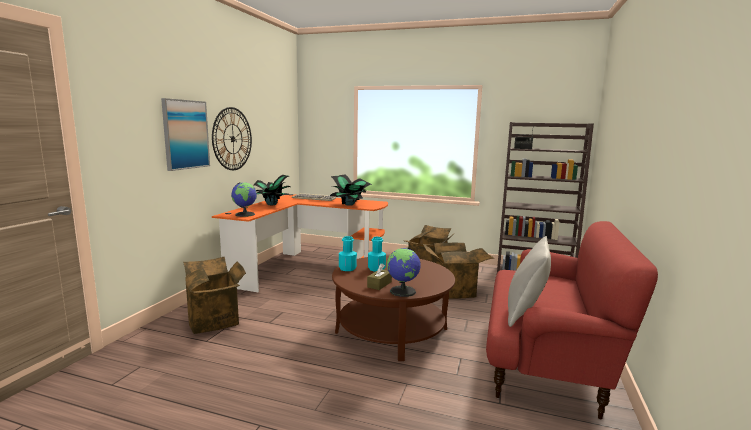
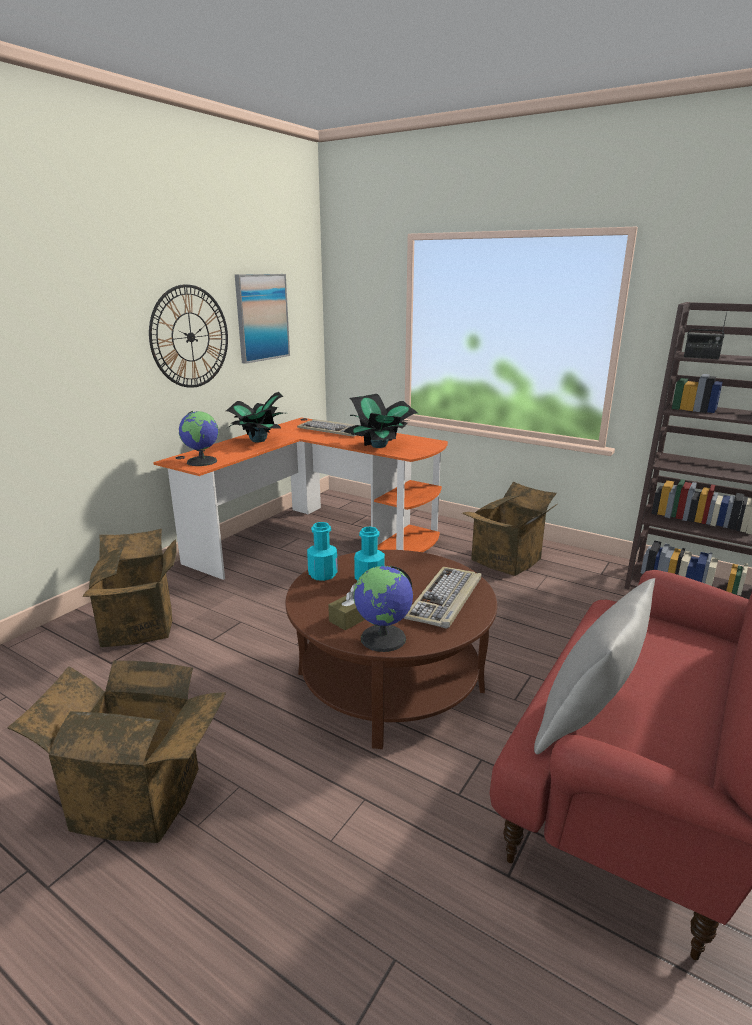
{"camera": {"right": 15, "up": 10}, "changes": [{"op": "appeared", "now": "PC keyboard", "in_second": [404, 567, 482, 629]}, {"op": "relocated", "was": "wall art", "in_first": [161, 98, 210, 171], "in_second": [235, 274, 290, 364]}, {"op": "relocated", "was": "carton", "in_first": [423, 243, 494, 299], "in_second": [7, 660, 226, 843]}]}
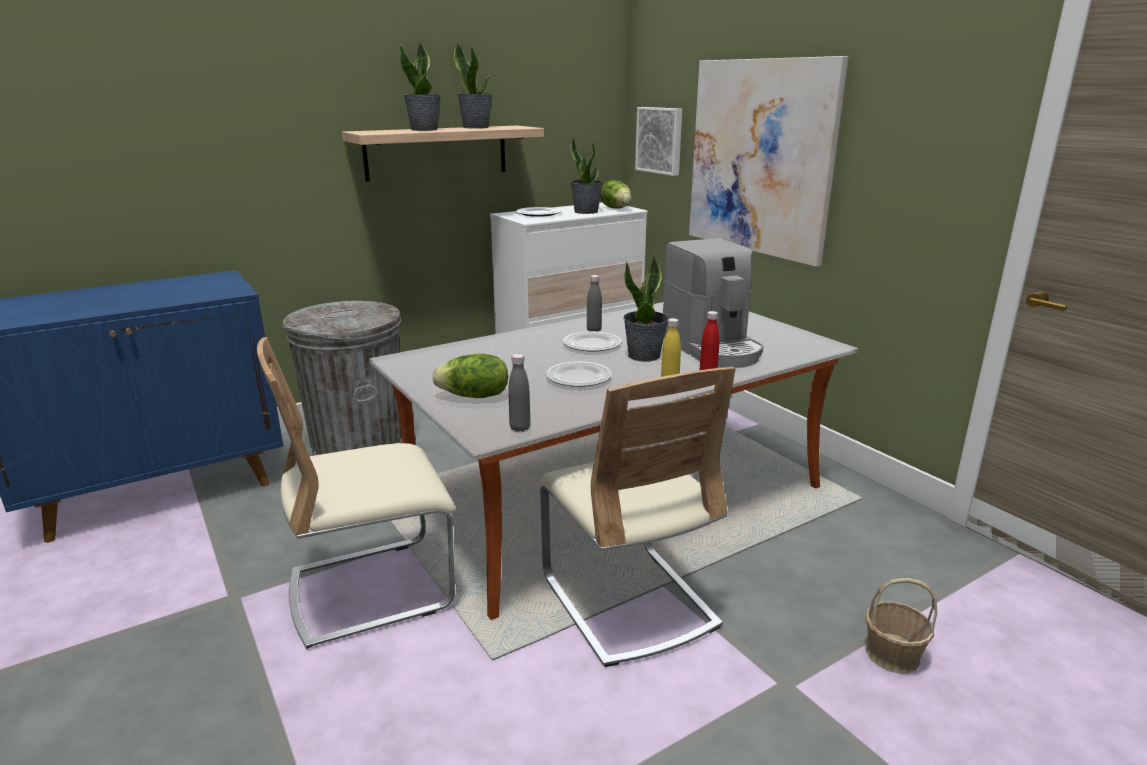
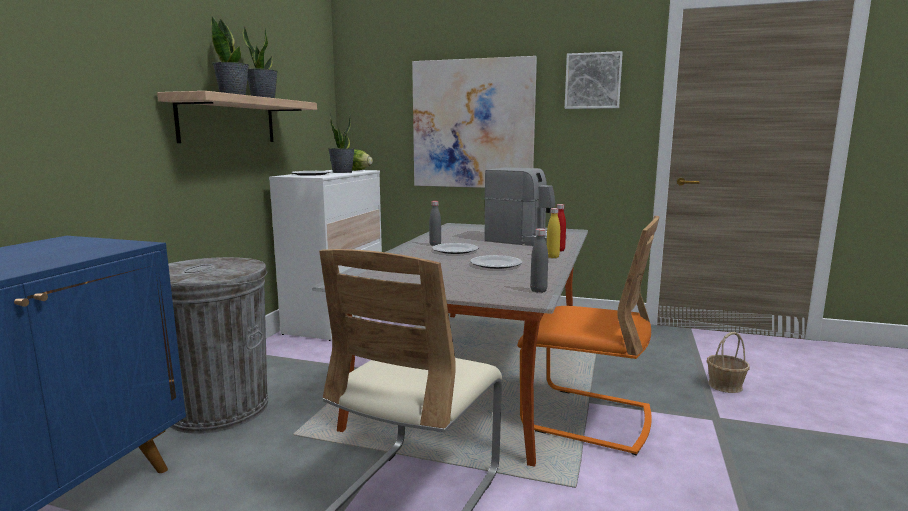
{"camera": {"right": -40, "up": -10}, "changes": [{"op": "missing", "was": "head of lettuce", "in_first": [432, 354, 508, 398]}, {"op": "missing", "was": "houseplant", "in_first": [623, 255, 669, 361]}, {"op": "relocated", "was": "wall art", "in_first": [635, 107, 682, 176], "in_second": [565, 51, 623, 109]}, {"op": "colour", "was": "beige-coloured plain chair", "now": "orange plain chair", "in_first": [540, 367, 736, 667], "in_second": [517, 216, 660, 456]}]}
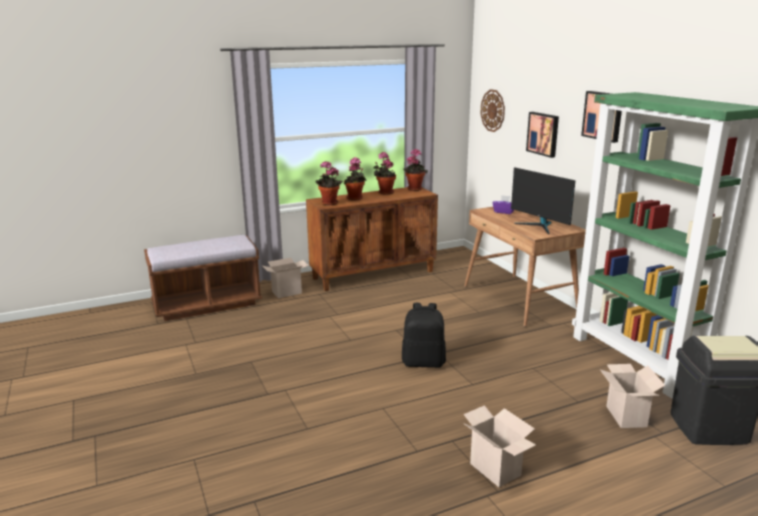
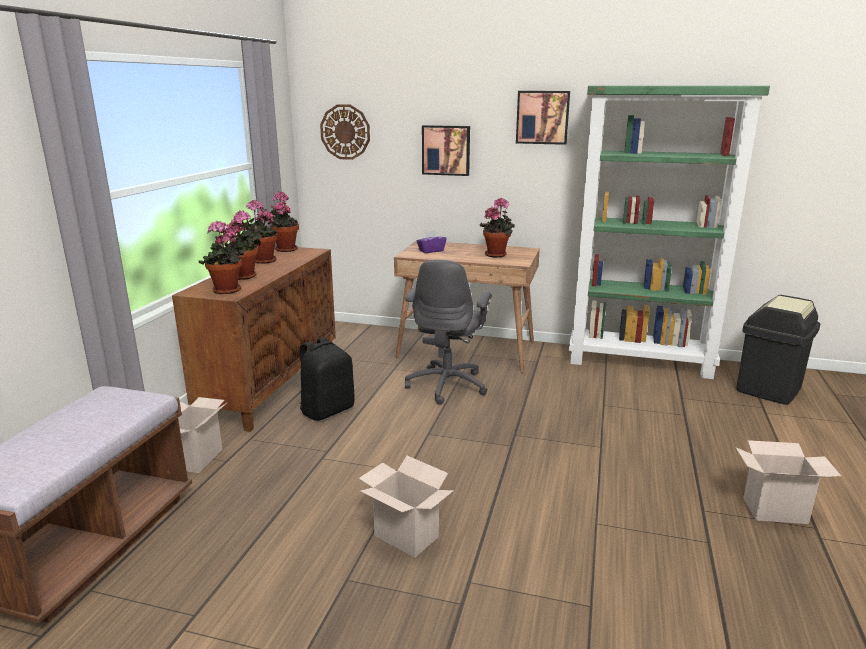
{"camera": {"right": -50, "up": 0}, "changes": [{"op": "appeared", "now": "greyish computer chair", "in_second": [405, 260, 492, 405]}, {"op": "relocated", "was": "black knapsack", "in_first": [402, 303, 446, 368], "in_second": [299, 337, 355, 421]}, {"op": "relocated", "was": "carton", "in_first": [600, 364, 665, 428], "in_second": [359, 456, 454, 558]}, {"op": "exchanged", "was": "computer display", "now": "houseplant", "in_first": [511, 167, 576, 234], "in_second": [480, 198, 515, 257]}]}
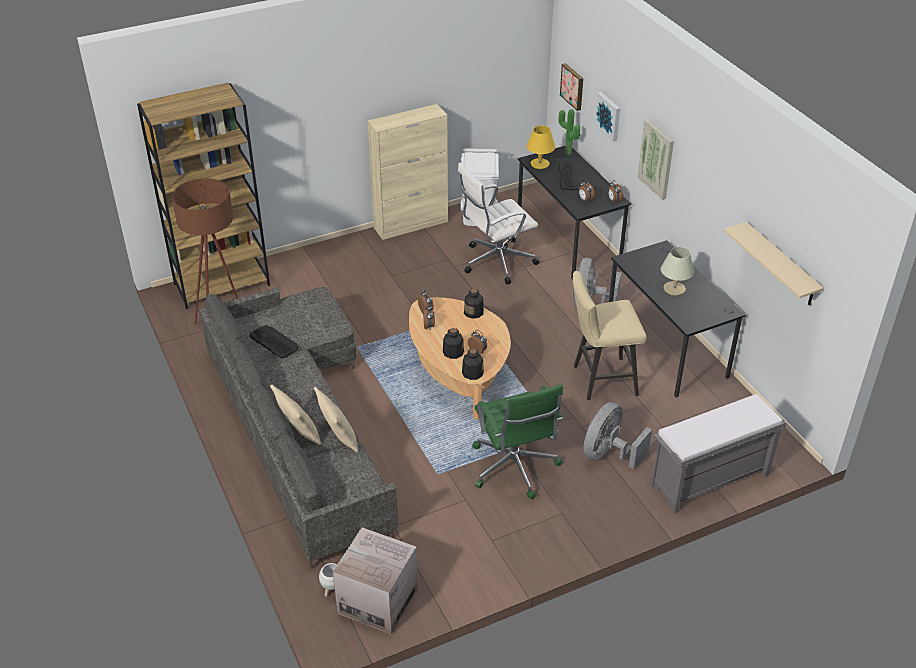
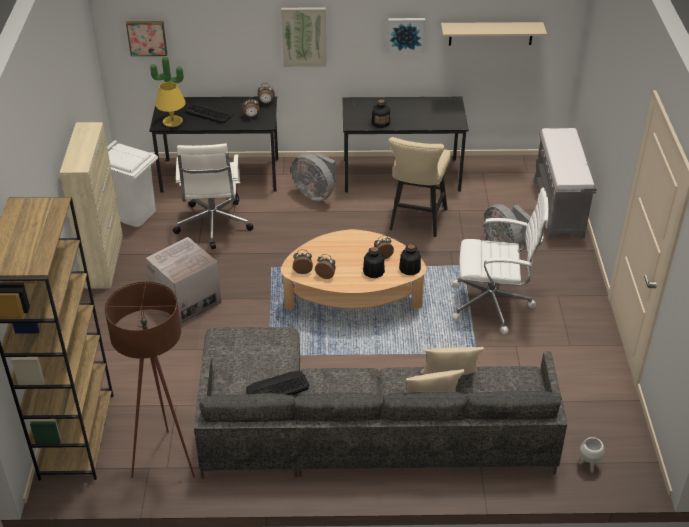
{"camera": {"right": -65, "up": 0}, "changes": [{"op": "missing", "was": "beige-coloured tabletop lamp", "in_first": [661, 247, 694, 296]}, {"op": "relocated", "was": "carton", "in_first": [333, 527, 418, 634], "in_second": [146, 237, 221, 325]}, {"op": "relocated", "was": "drink bottle", "in_first": [464, 289, 484, 319], "in_second": [371, 99, 390, 128]}, {"op": "relocated", "was": "wall art", "in_first": [594, 92, 620, 142], "in_second": [387, 18, 425, 53]}, {"op": "colour", "was": "green computer chair", "now": "whitish computer chair", "in_first": [472, 384, 563, 499], "in_second": [452, 188, 549, 334]}]}
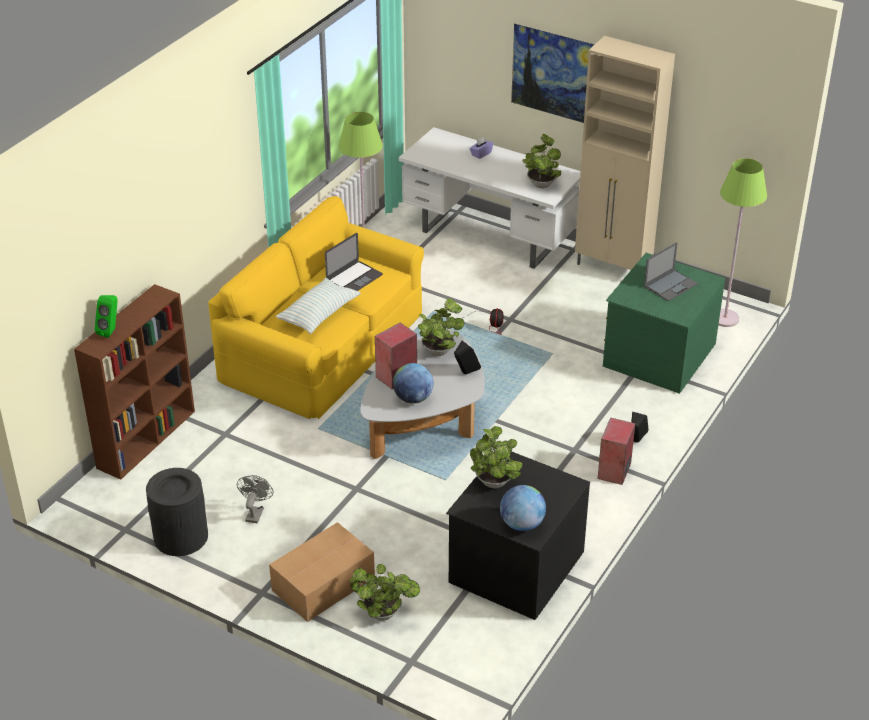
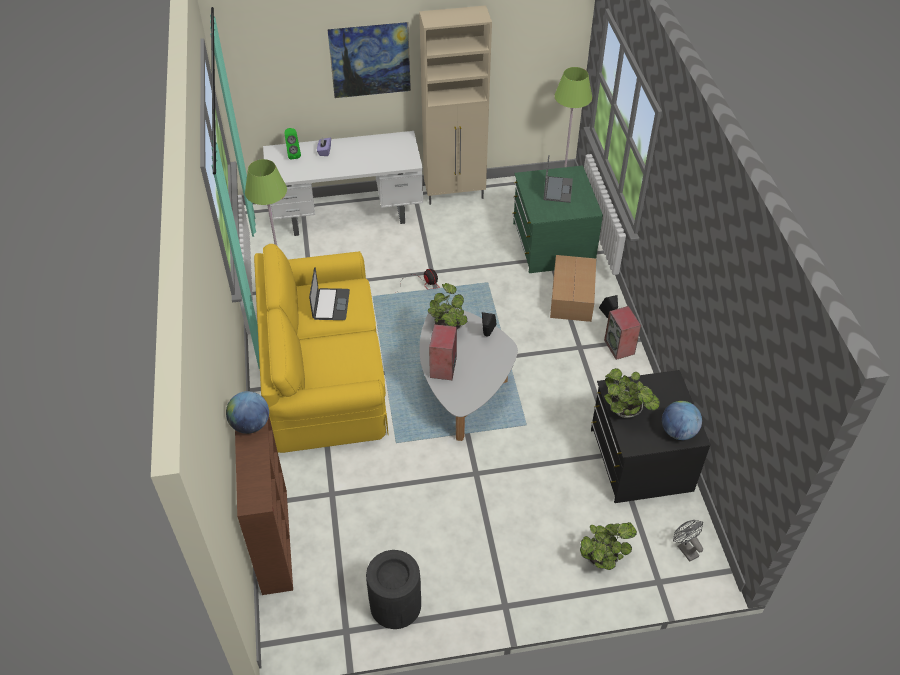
{"camera": {"right": -40, "up": 10}, "changes": [{"op": "missing", "was": "pillow", "in_first": [276, 278, 361, 334]}, {"op": "missing", "was": "houseplant", "in_first": [522, 134, 561, 188]}, {"op": "relocated", "was": "green loudspeaker", "in_first": [95, 295, 118, 338], "in_second": [285, 128, 301, 160]}, {"op": "relocated", "was": "greyish electric fan", "in_first": [237, 475, 273, 523], "in_second": [673, 520, 703, 562]}, {"op": "relocated", "was": "carton", "in_first": [269, 522, 375, 622], "in_second": [550, 255, 596, 322]}, {"op": "relocated", "was": "world globe", "in_first": [393, 363, 433, 404], "in_second": [226, 391, 269, 434]}]}
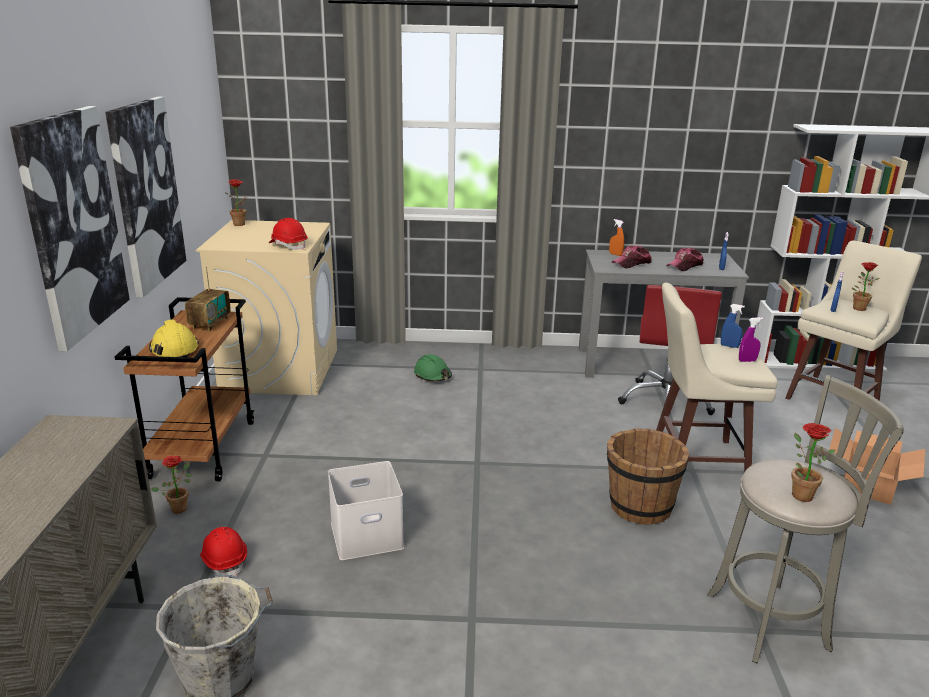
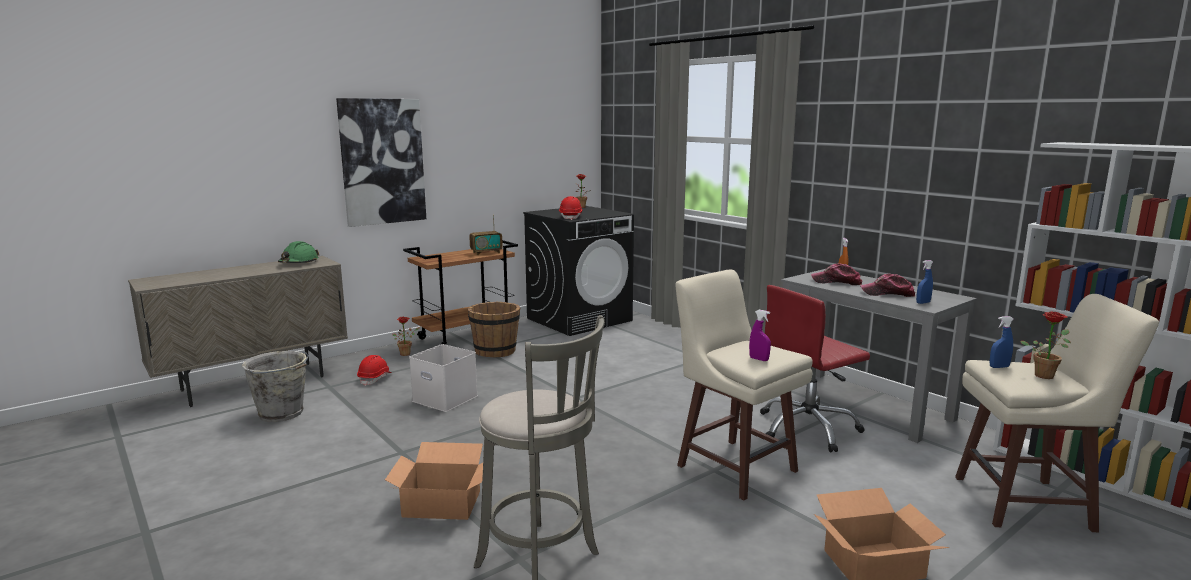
{"camera": {"right": 50, "up": -10}, "changes": [{"op": "missing", "was": "wall art", "in_first": [105, 97, 186, 298]}, {"op": "missing", "was": "yellow hard hat", "in_first": [149, 320, 199, 357]}, {"op": "missing", "was": "bluish spray bottle", "in_first": [721, 304, 745, 348]}, {"op": "missing", "was": "houseplant", "in_first": [791, 423, 836, 502]}, {"op": "appeared", "now": "carton", "in_second": [385, 442, 483, 520]}, {"op": "relocated", "was": "green hard hat", "in_first": [414, 354, 452, 382], "in_second": [278, 241, 319, 263]}, {"op": "relocated", "was": "brownish water bucket", "in_first": [607, 428, 690, 525], "in_second": [468, 302, 520, 357]}, {"op": "colour", "was": "beige-coloured laundry machine", "now": "black laundry machine", "in_first": [196, 220, 337, 395], "in_second": [523, 206, 634, 336]}]}
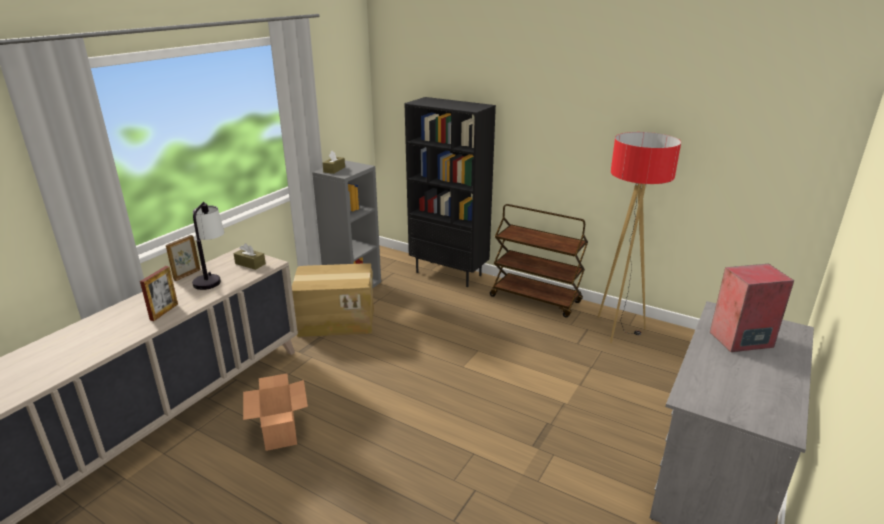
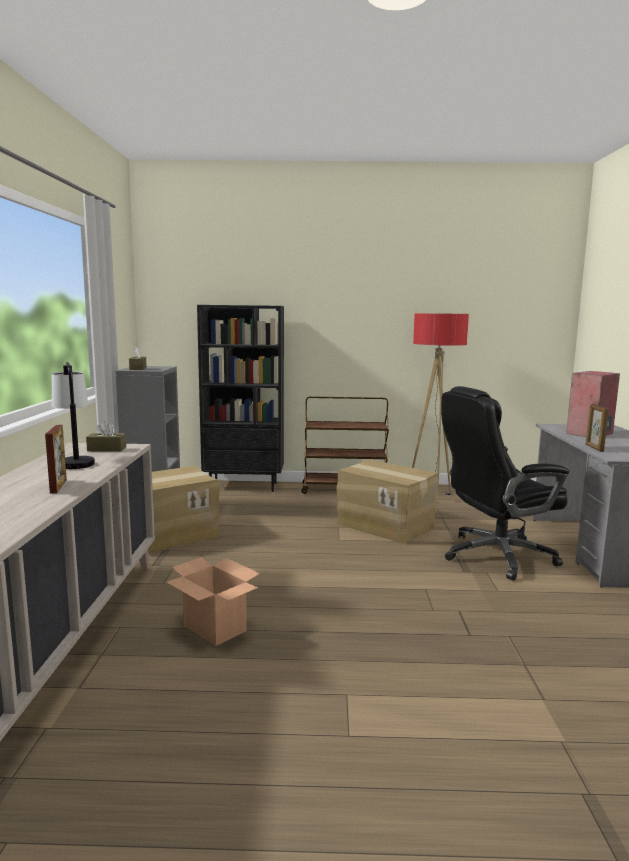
{"camera": {"right": -30, "up": -15}, "changes": [{"op": "appeared", "now": "carton", "in_second": [336, 460, 439, 544]}, {"op": "appeared", "now": "black computer chair", "in_second": [441, 386, 569, 581]}, {"op": "relocated", "was": "picture frame", "in_first": [166, 235, 200, 281], "in_second": [586, 404, 609, 452]}]}
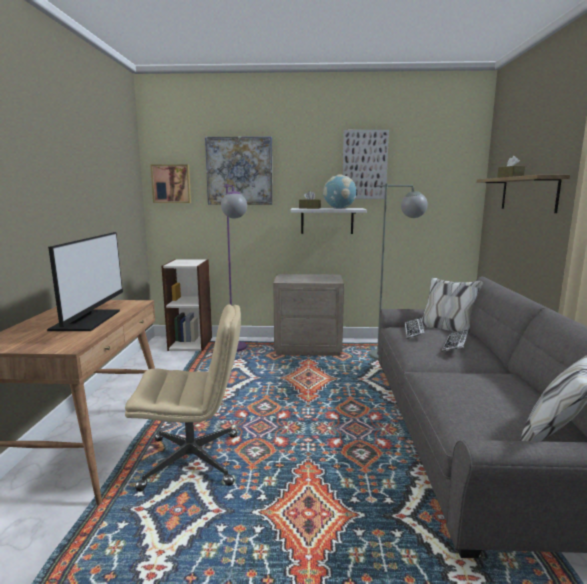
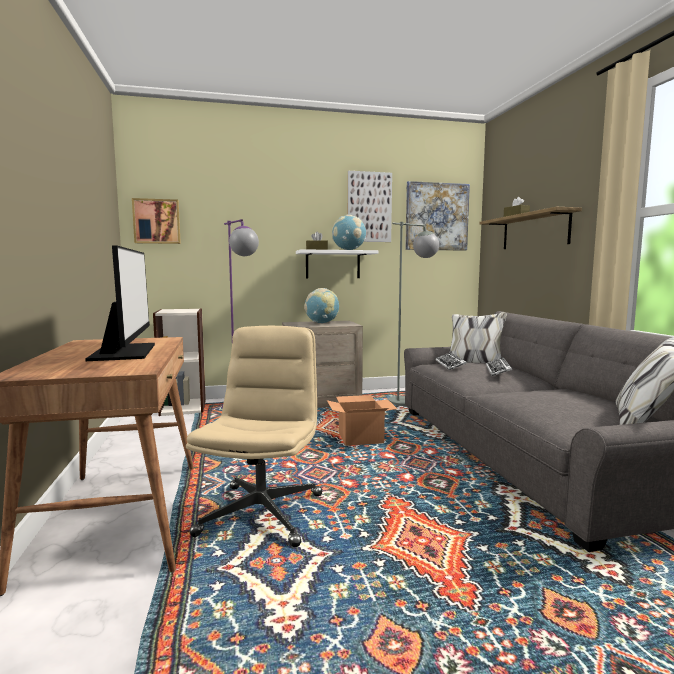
{"camera": {"right": -15, "up": -5}, "changes": [{"op": "appeared", "now": "world globe", "in_second": [304, 288, 339, 323]}, {"op": "appeared", "now": "carton", "in_second": [327, 395, 397, 446]}, {"op": "relocated", "was": "wall art", "in_first": [205, 136, 273, 205], "in_second": [405, 181, 470, 250]}, {"op": "spun", "was": "beige-coloured computer chair", "in_first": [125, 304, 241, 491], "in_second": [186, 326, 322, 547], "clockwise": -60}]}
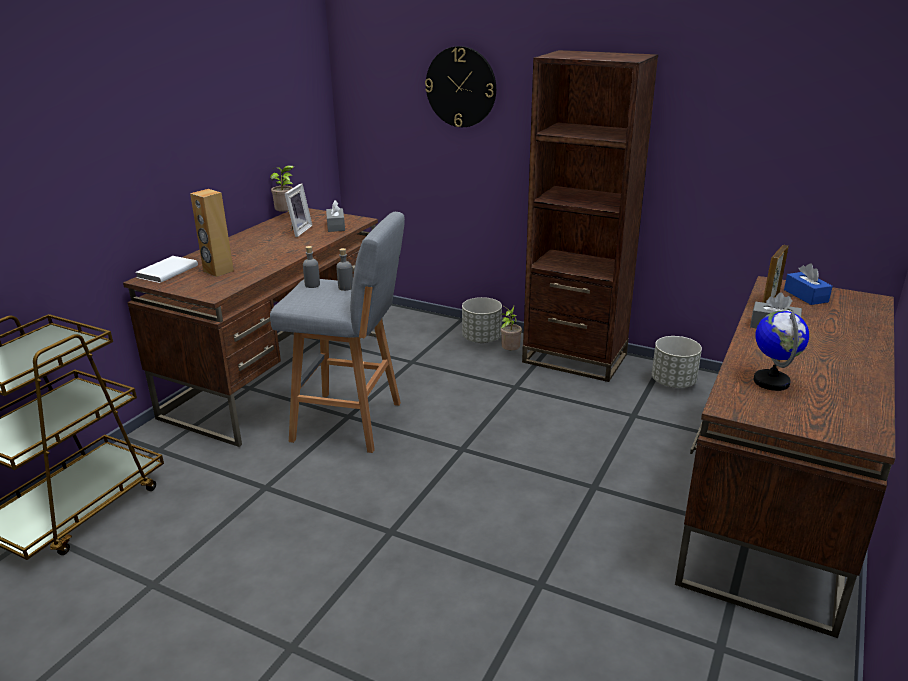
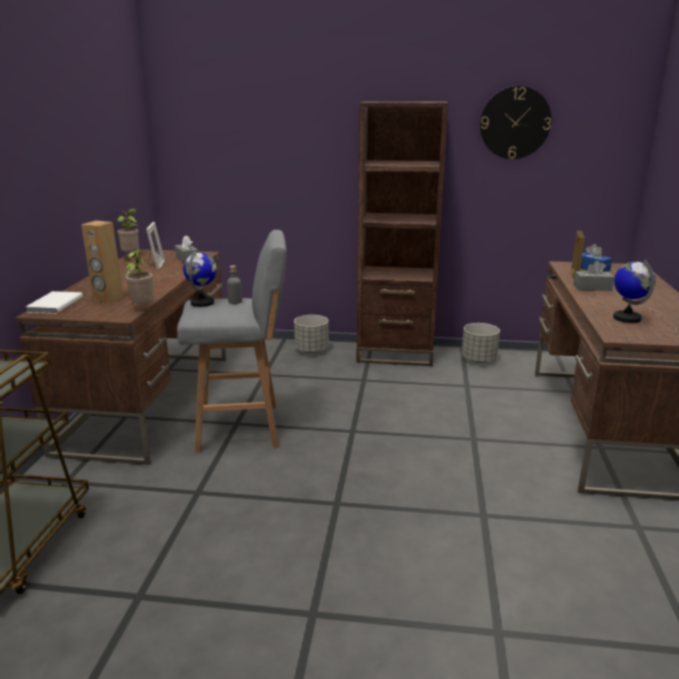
{"camera": {"right": -20, "up": -5}, "changes": [{"op": "relocated", "was": "clock on the wall", "in_first": [425, 46, 496, 127], "in_second": [480, 86, 551, 159]}, {"op": "relocated", "was": "houseplant", "in_first": [501, 306, 522, 350], "in_second": [125, 249, 154, 305]}, {"op": "exchanged", "was": "greyish drink bottle", "now": "world globe", "in_first": [303, 246, 320, 288], "in_second": [183, 251, 217, 307]}]}
